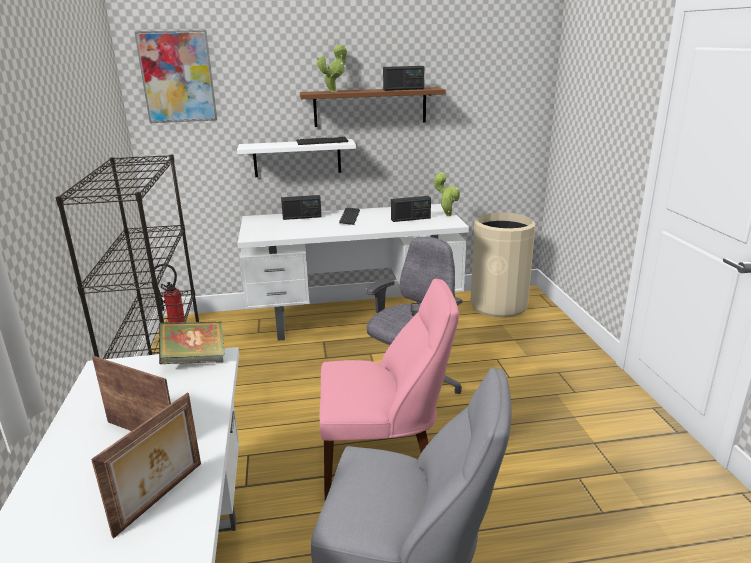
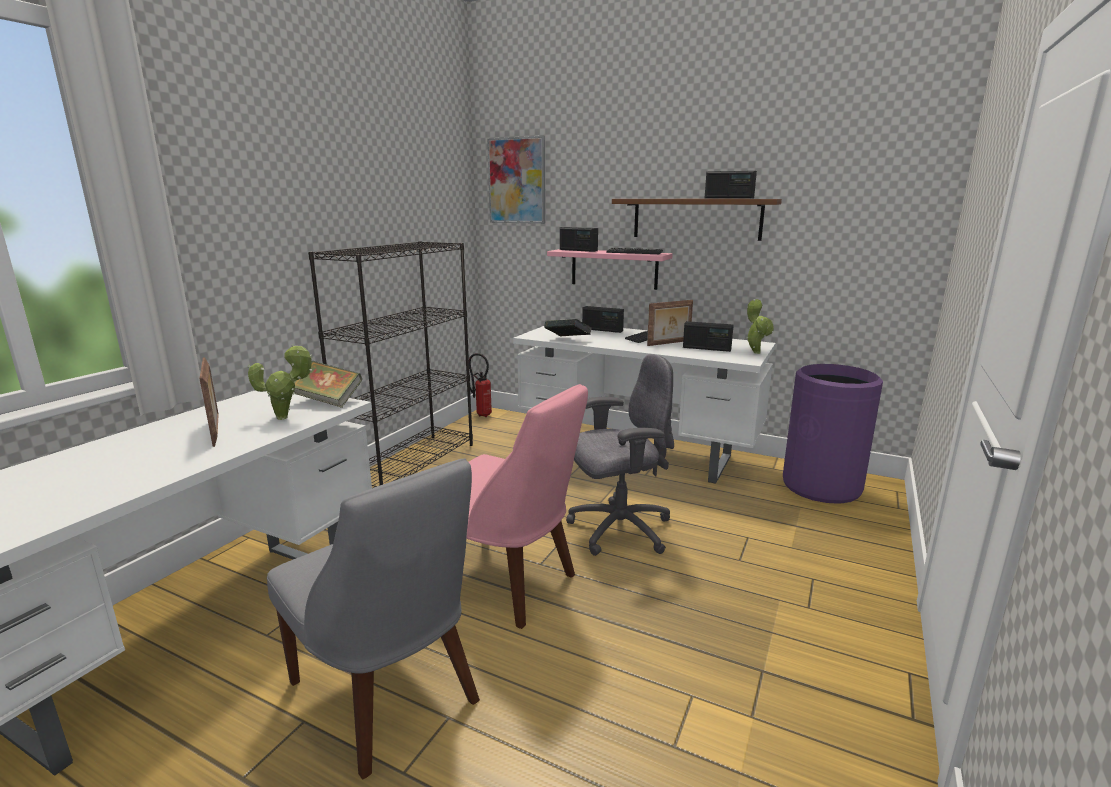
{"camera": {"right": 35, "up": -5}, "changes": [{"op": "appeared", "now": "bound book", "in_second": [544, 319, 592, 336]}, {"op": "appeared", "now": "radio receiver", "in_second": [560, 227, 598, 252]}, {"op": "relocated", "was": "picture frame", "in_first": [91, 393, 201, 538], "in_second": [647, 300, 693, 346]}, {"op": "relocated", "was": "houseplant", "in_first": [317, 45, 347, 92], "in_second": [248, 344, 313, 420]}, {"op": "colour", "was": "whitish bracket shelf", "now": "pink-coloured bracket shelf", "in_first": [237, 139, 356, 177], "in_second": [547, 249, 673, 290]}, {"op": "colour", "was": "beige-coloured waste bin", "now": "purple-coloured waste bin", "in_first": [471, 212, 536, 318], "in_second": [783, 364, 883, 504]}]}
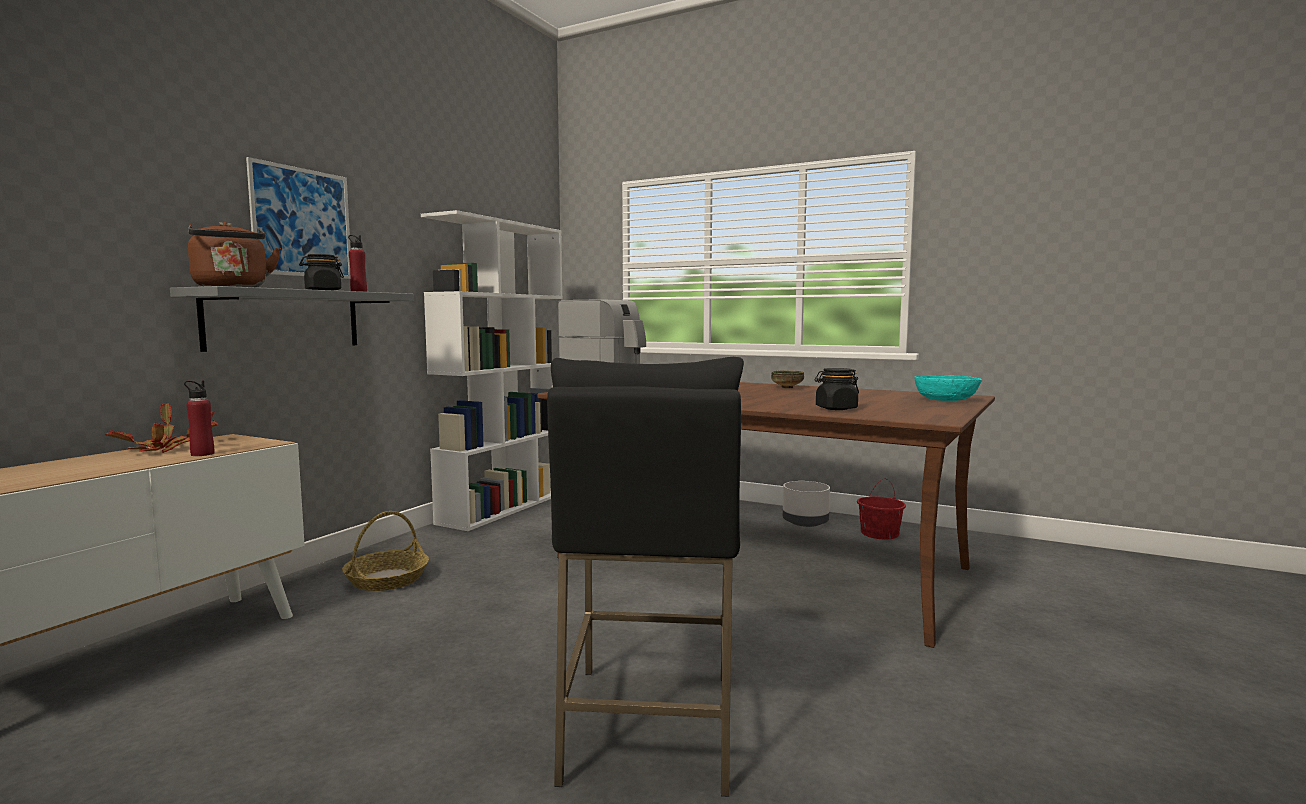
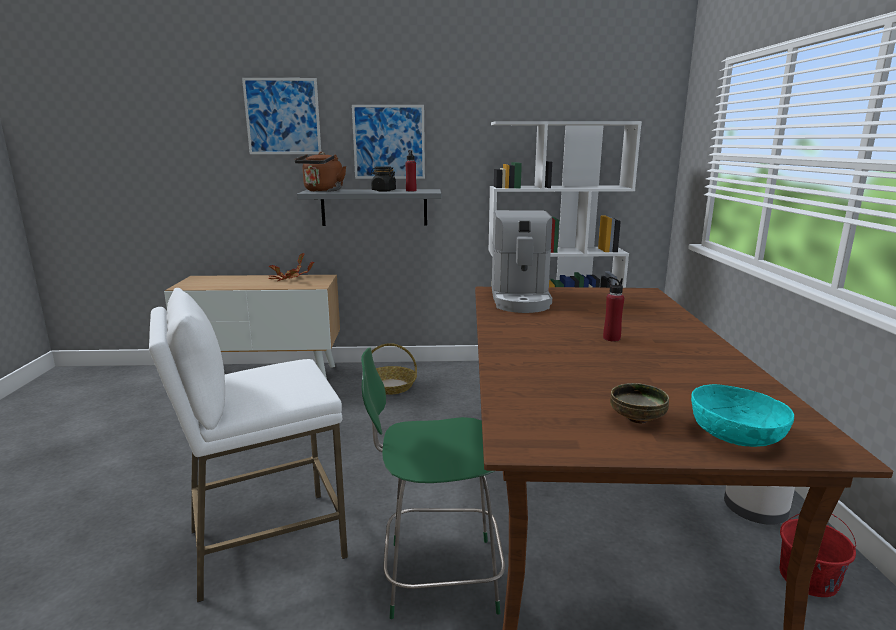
{"camera": {"right": 60, "up": 10}, "changes": [{"op": "missing", "was": "black jar", "in_first": [815, 368, 859, 410]}, {"op": "appeared", "now": "wall art", "in_second": [242, 78, 321, 154]}, {"op": "appeared", "now": "green plain chair", "in_second": [361, 347, 505, 619]}, {"op": "relocated", "was": "reddish drink bottle", "in_first": [184, 380, 214, 456], "in_second": [603, 277, 624, 341]}, {"op": "relocated", "was": "serving bowl", "in_first": [771, 370, 804, 388], "in_second": [610, 383, 669, 424]}, {"op": "colour", "was": "black stool", "now": "whitish stool", "in_first": [547, 357, 744, 797], "in_second": [149, 288, 348, 603]}]}
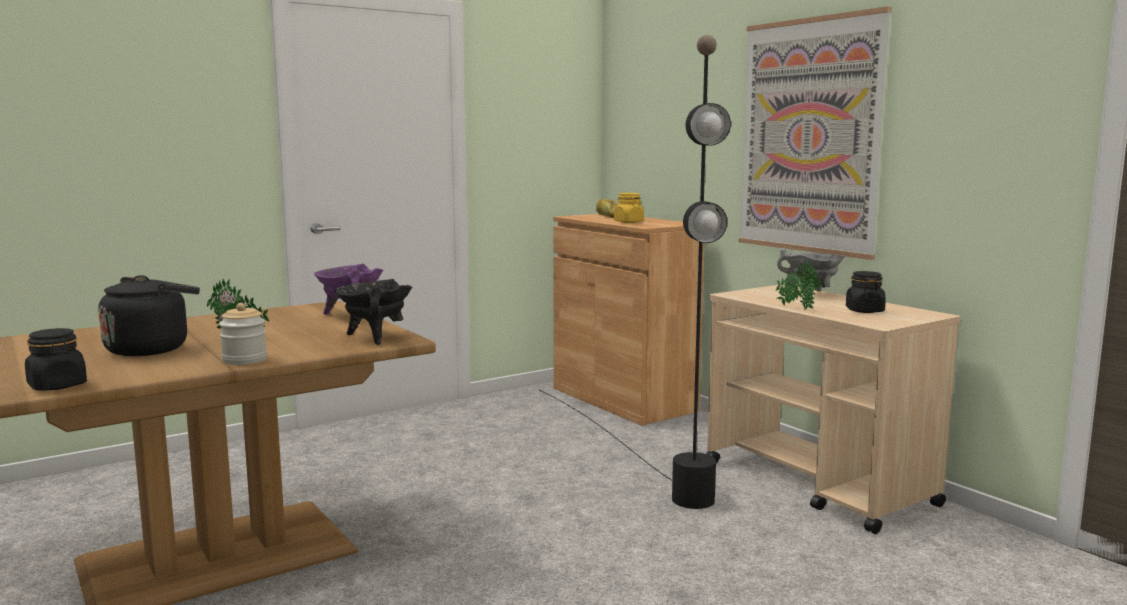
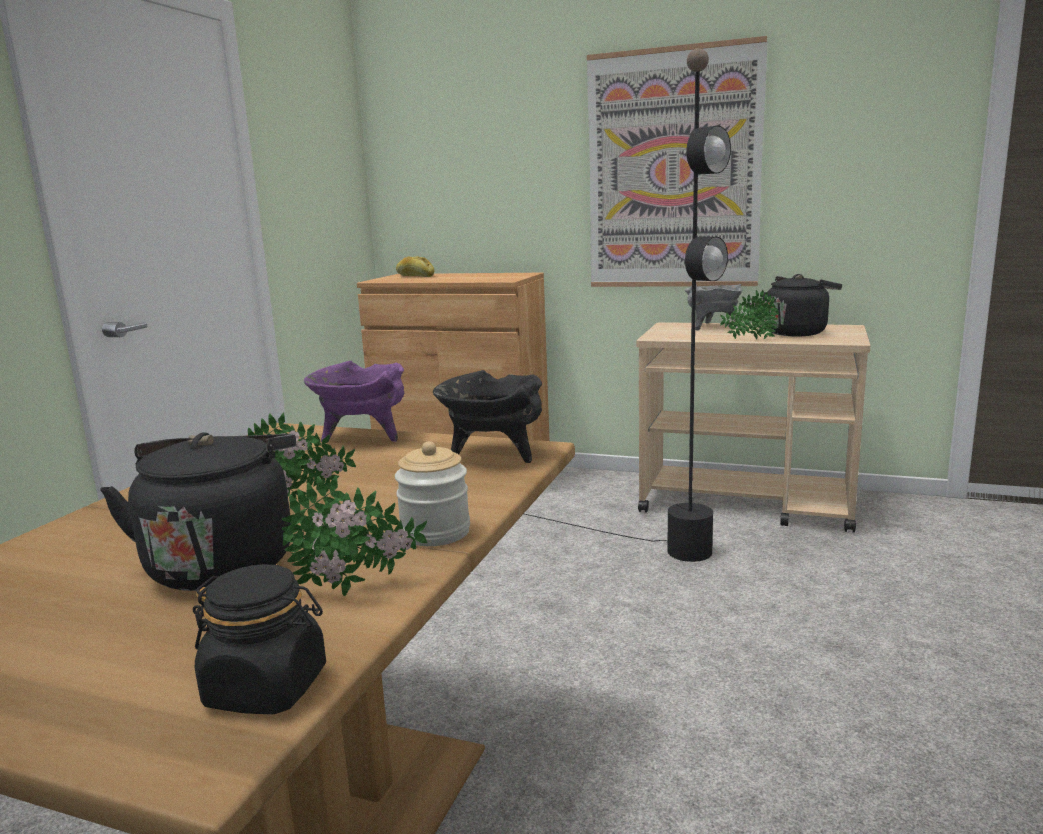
{"camera": {"right": -35, "up": 5}, "changes": [{"op": "missing", "was": "yellow jar", "in_first": [614, 193, 644, 223]}, {"op": "appeared", "now": "houseplant", "in_second": [281, 475, 428, 596]}, {"op": "exchanged", "was": "black jar", "now": "black kettle", "in_first": [846, 271, 886, 313], "in_second": [763, 274, 842, 337]}]}
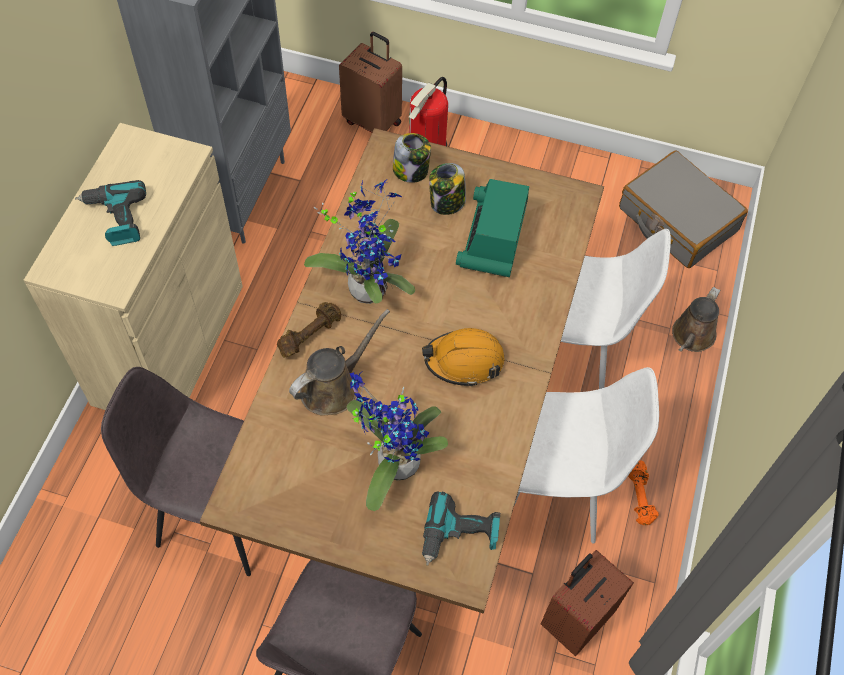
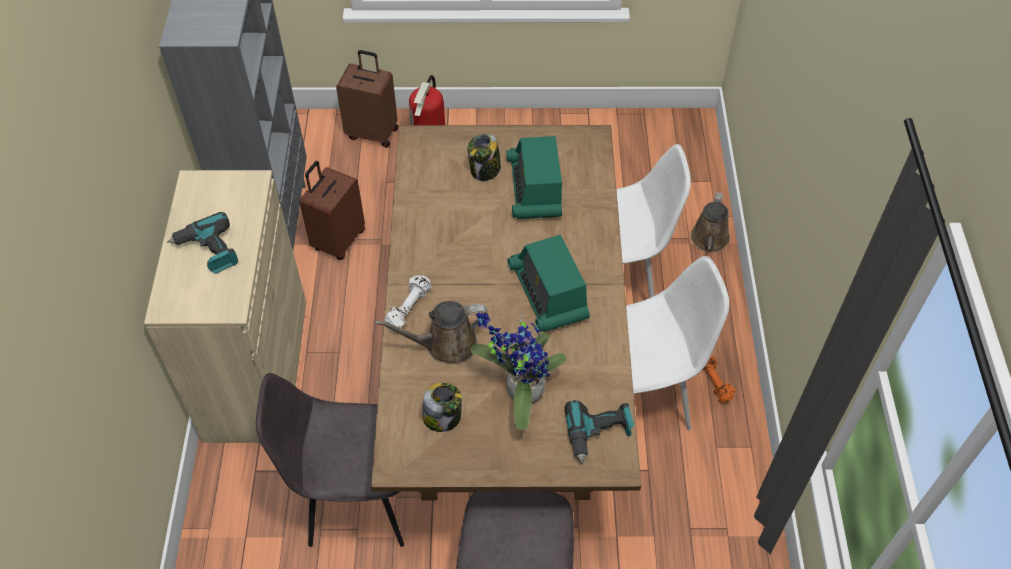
{"camera": {"right": -15, "up": -5}, "changes": [{"op": "missing", "was": "houseplant", "in_first": [304, 179, 415, 304]}, {"op": "missing", "was": "greyish piece of luggage", "in_first": [619, 151, 748, 268]}, {"op": "relocated", "was": "jar", "in_first": [393, 133, 431, 183], "in_second": [423, 383, 462, 432]}, {"op": "relocated", "was": "brownish piece of luggage", "in_first": [541, 550, 634, 656], "in_second": [299, 161, 365, 260]}, {"op": "exchanged", "was": "orange hard hat", "now": "radio receiver", "in_first": [422, 328, 504, 387], "in_second": [507, 235, 590, 332]}, {"op": "colour", "was": "brownish free weight", "now": "whitish free weight", "in_first": [277, 302, 341, 358], "in_second": [385, 275, 432, 332]}, {"op": "spun", "was": "brownish watering pot", "in_first": [289, 309, 390, 415], "in_second": [375, 301, 488, 364], "clockwise": -135}]}
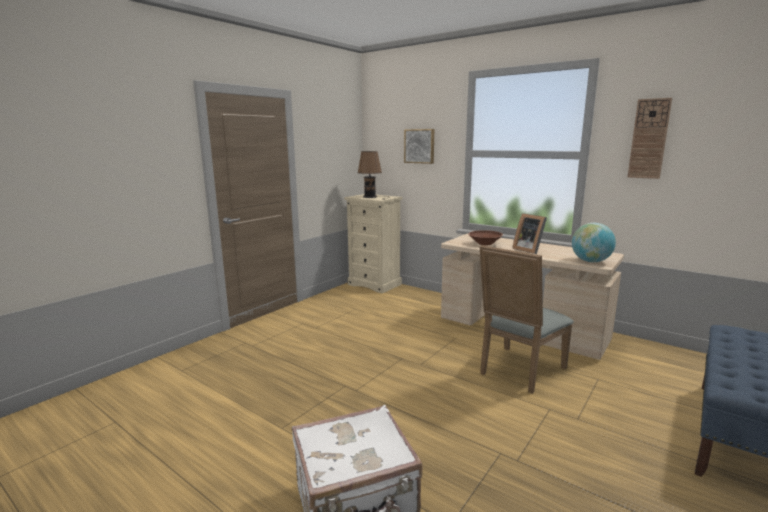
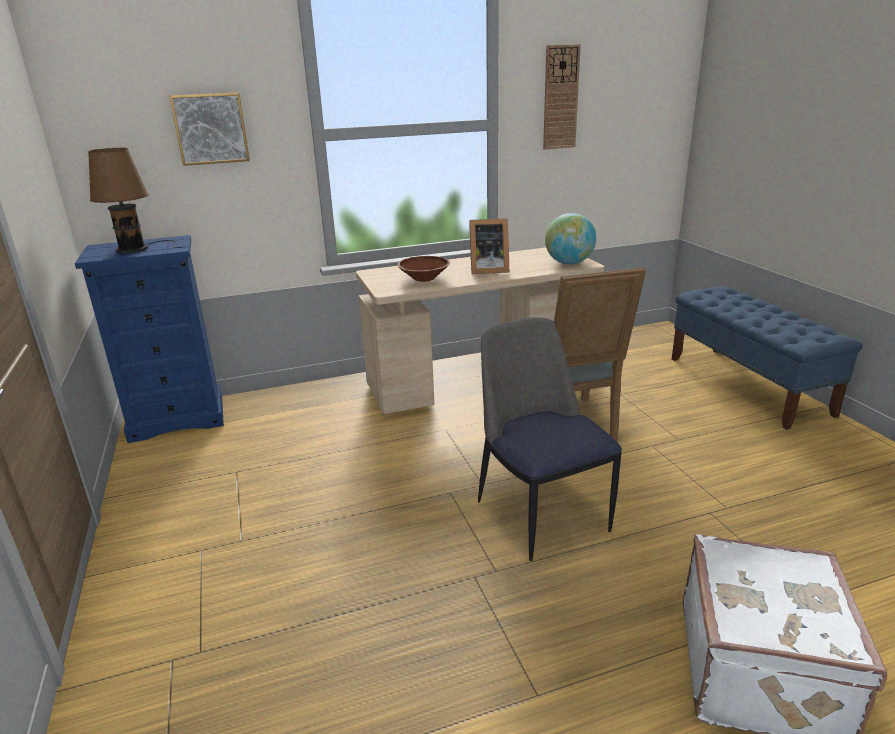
{"camera": {"right": -55, "up": 10}, "changes": [{"op": "appeared", "now": "plain chair", "in_second": [478, 317, 622, 561]}, {"op": "colour", "was": "beige-coloured chest of drawers", "now": "bluish chest of drawers", "in_first": [344, 194, 403, 293], "in_second": [75, 235, 224, 443]}]}
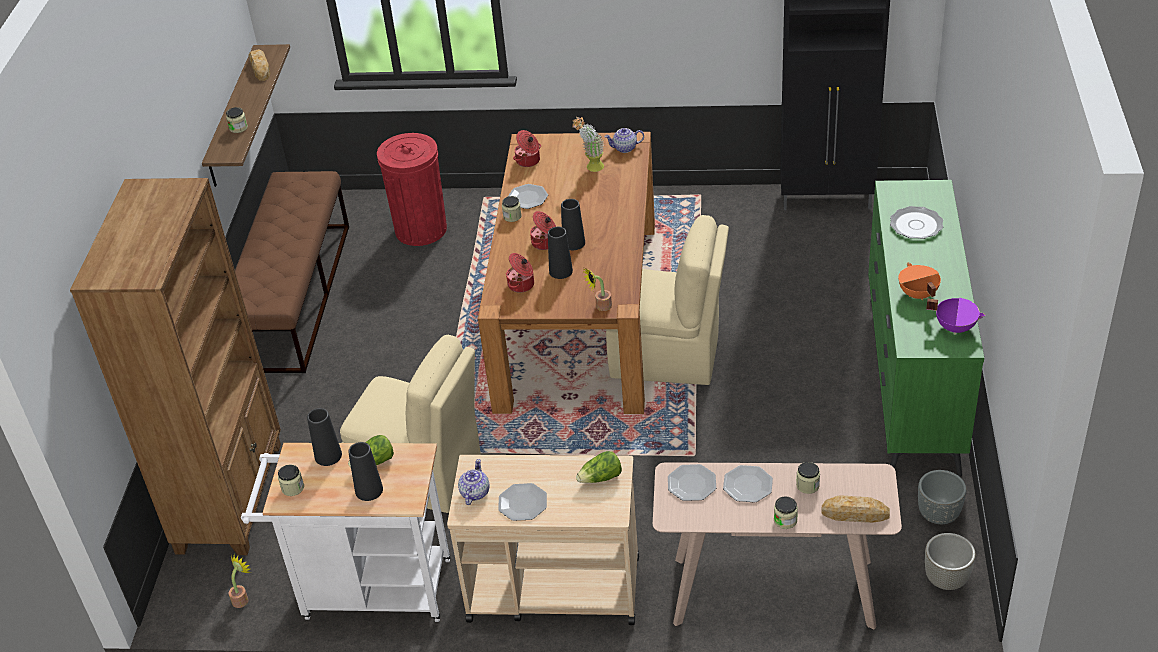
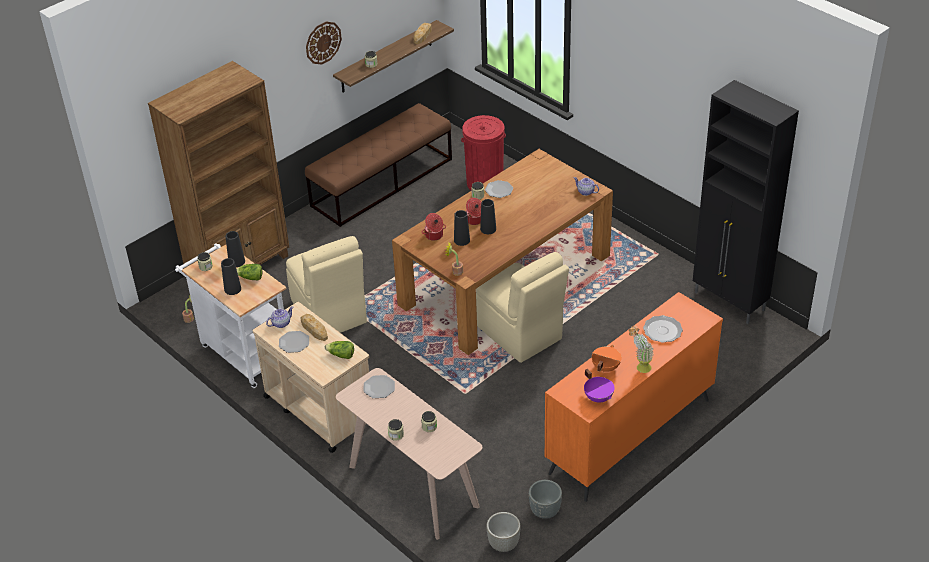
{"camera": {"right": 40, "up": 0}, "changes": [{"op": "missing", "was": "cooking pot", "in_first": [513, 130, 541, 167]}, {"op": "missing", "was": "dinner plate", "in_first": [723, 465, 773, 502]}, {"op": "appeared", "now": "clock on the wall", "in_second": [306, 21, 342, 65]}, {"op": "relocated", "was": "houseplant", "in_first": [572, 117, 605, 172], "in_second": [629, 325, 654, 373]}, {"op": "relocated", "was": "bakery bread", "in_first": [821, 495, 890, 523], "in_second": [301, 314, 328, 341]}, {"op": "colour", "was": "green chest of drawers", "now": "orange chest of drawers", "in_first": [868, 180, 984, 477], "in_second": [545, 292, 723, 502]}]}
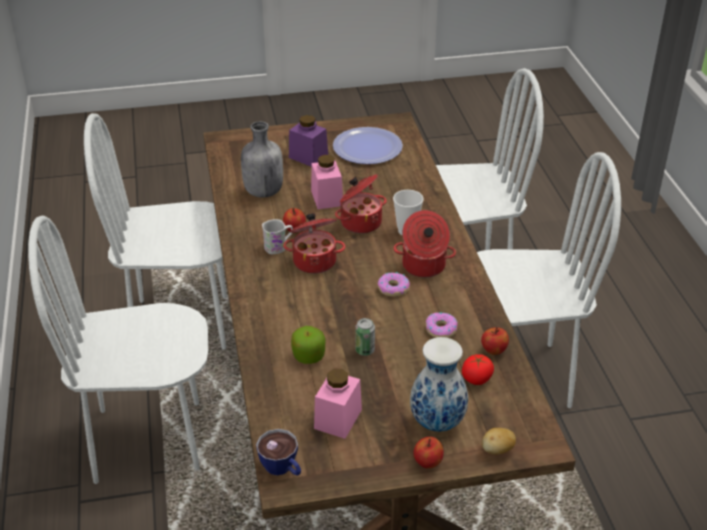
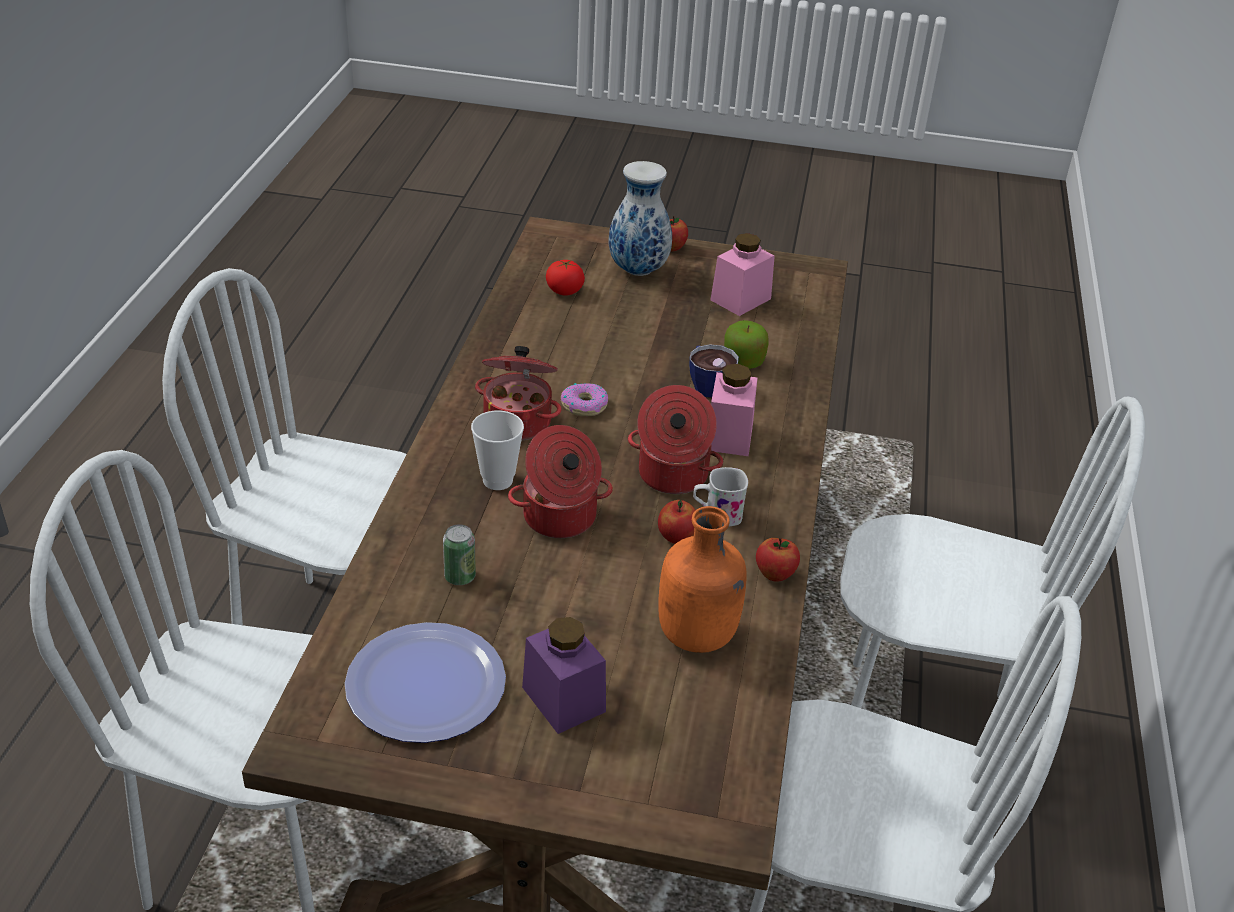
{"camera": {"right": -160, "up": 0}, "changes": [{"op": "missing", "was": "doughnut", "in_first": [426, 312, 458, 338]}, {"op": "missing", "was": "potato", "in_first": [482, 428, 516, 455]}, {"op": "relocated", "was": "cup", "in_first": [256, 429, 301, 476], "in_second": [689, 344, 739, 398]}, {"op": "relocated", "was": "pink-coloured jar", "in_first": [311, 155, 343, 209], "in_second": [711, 364, 757, 456]}, {"op": "relocated", "was": "can", "in_first": [355, 318, 375, 356], "in_second": [443, 524, 476, 585]}, {"op": "relocated", "was": "apple", "in_first": [481, 327, 509, 355], "in_second": [756, 538, 800, 582]}, {"op": "colour", "was": "greyish drink bottle", "now": "orange drink bottle", "in_first": [241, 121, 283, 197], "in_second": [659, 506, 747, 653]}]}
